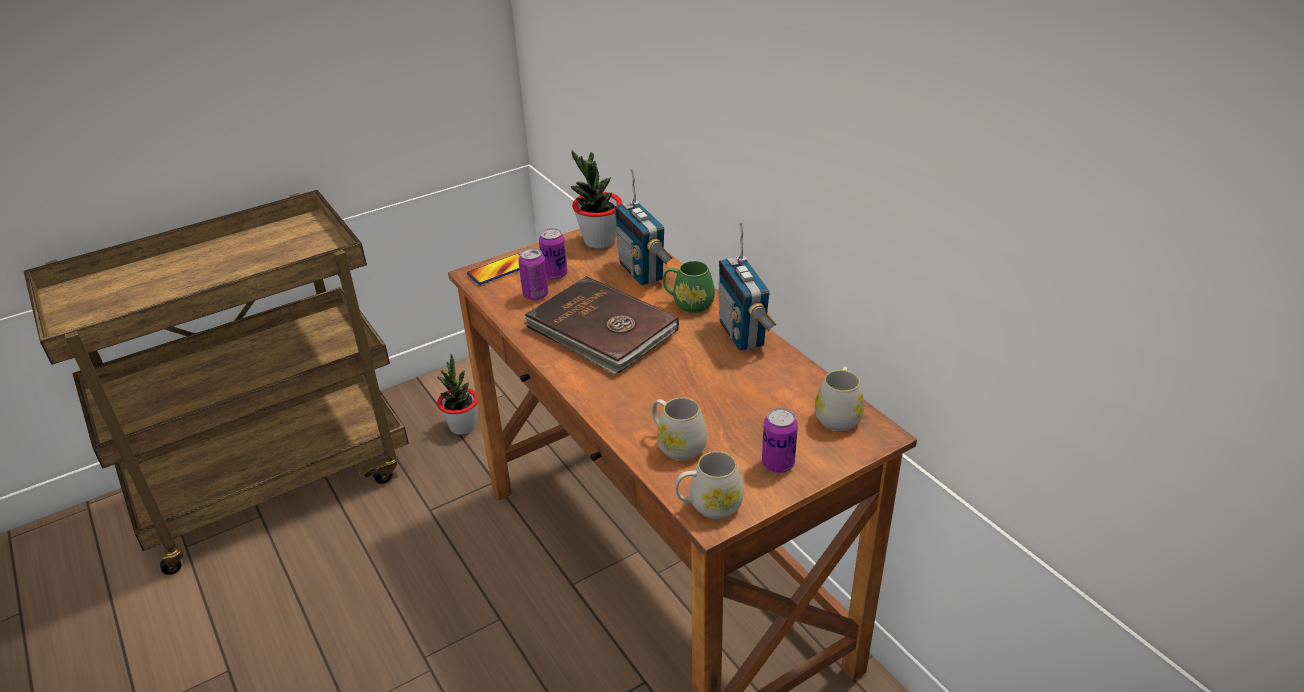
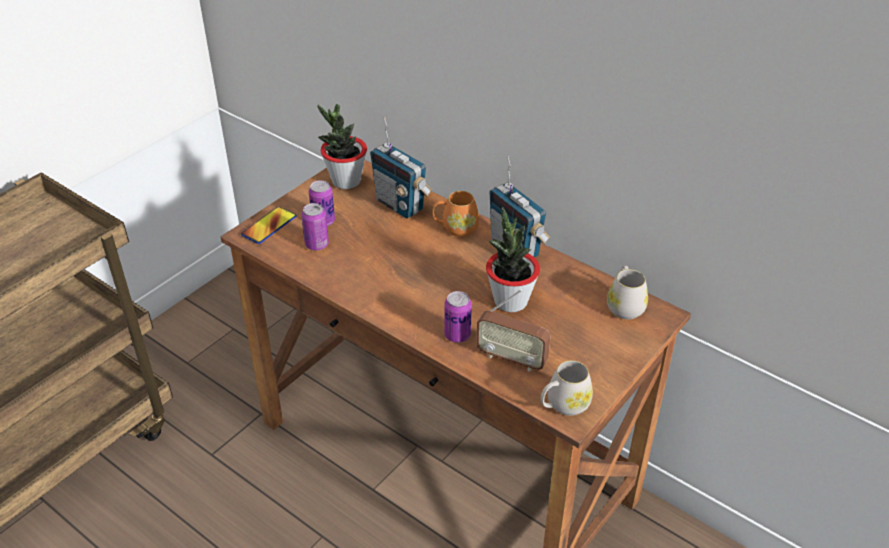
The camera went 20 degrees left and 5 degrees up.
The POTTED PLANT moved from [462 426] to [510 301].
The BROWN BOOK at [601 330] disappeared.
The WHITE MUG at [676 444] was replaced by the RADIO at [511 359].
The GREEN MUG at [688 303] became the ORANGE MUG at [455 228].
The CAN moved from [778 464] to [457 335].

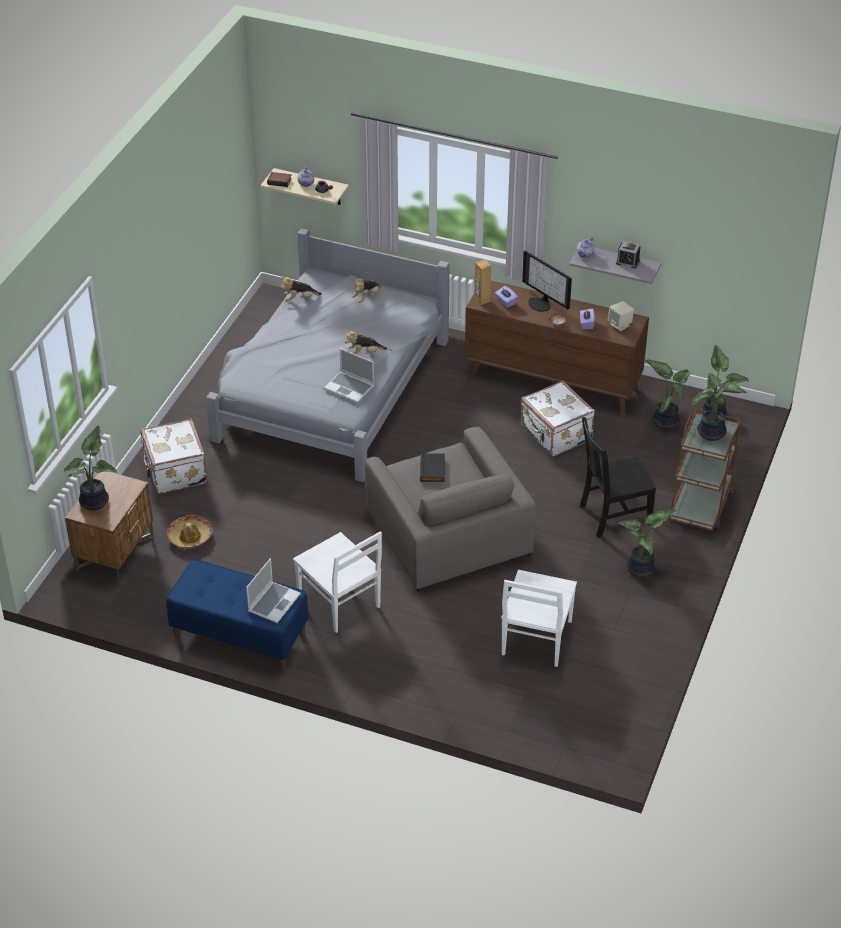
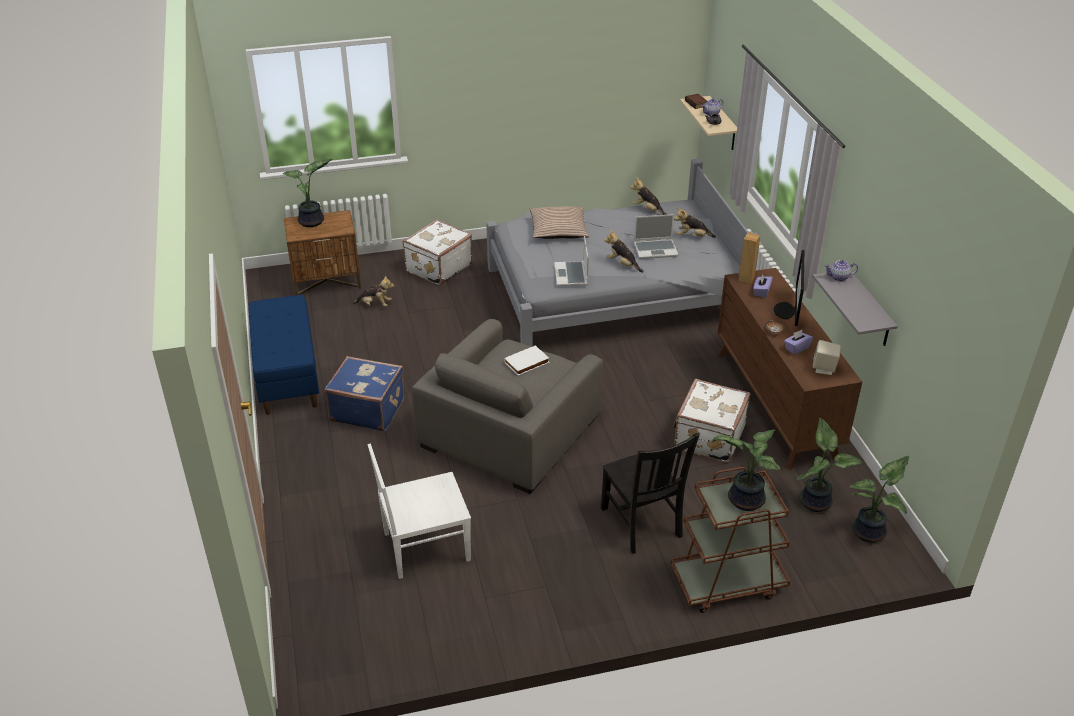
The camera went 55 degrees right and 5 degrees down.
The HAT at [190 536] was replaced by the PLUSH TOY at [375 304].
The LAPTOP moved from [274 602] to [656 249].
The WHITE CHAIR at [340 603] was replaced by the BLUE SUITCASE at [367 409].
The BLACK BOOK at [433 469] became the WHITE BOOK at [527 363].
The BLACK CHAIR at [612 515] turned 150 degrees counterclockwise.
The ALARM CLOCK at [628 262] disappeared.
The POTTED PLANT at [642 569] disappeared.
The PILLOW at [558 230] appeared.

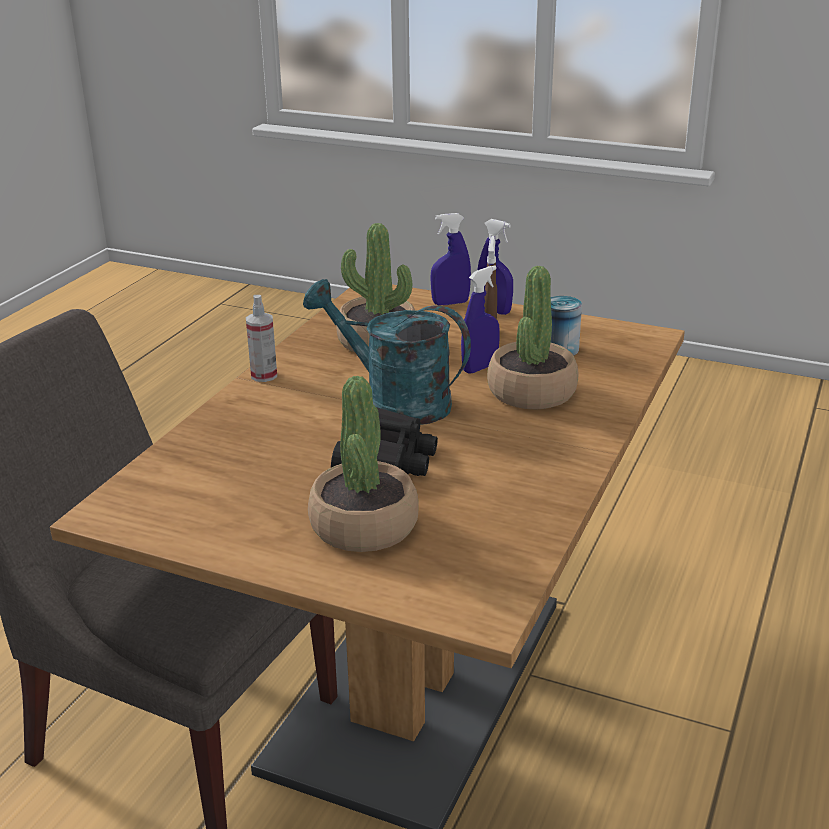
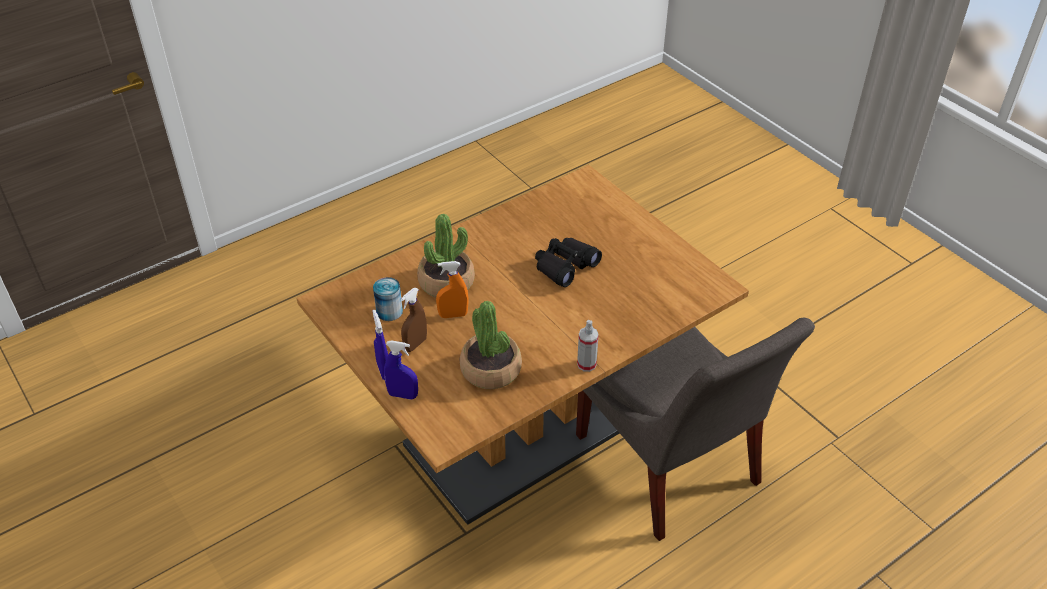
The camera went 150 degrees left and 15 degrees up.
The TURQUOISE WATERING CAN at [394 401] disappeared.
The POTTED PLANT at [364 526] disappeared.
The BLUE SPRAY BOTTLE at [480 368] became the ORANGE SPRAY BOTTLE at [453 315].

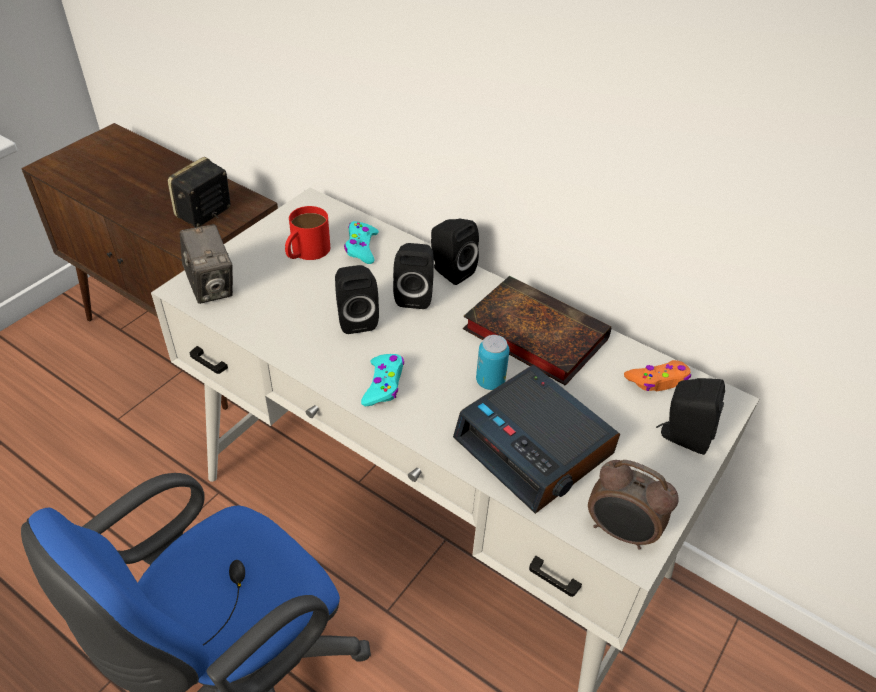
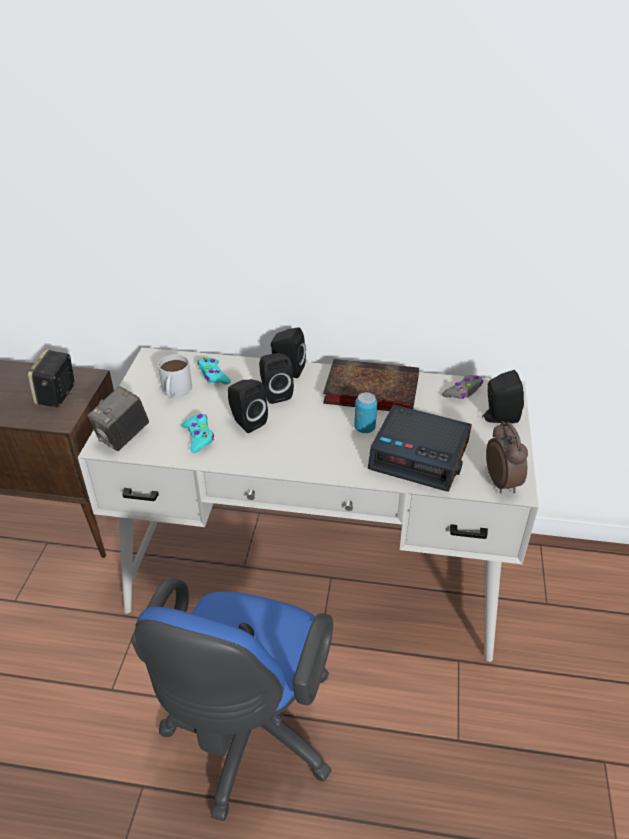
The camera went 25 degrees left and 5 degrees down.
The PHOTO CAMERA at [211 287] turned 90 degrees clockwise.
The RED MUG at [306 252] became the WHITE MUG at [175 391].
The TURQUOISE GAME CONTROLLER moved from [383 384] to [199 436].
The ALARM CLOCK at [620 532] turned 105 degrees counterclockwise.
The ORANGE GAME CONTROLLER at [658 380] became the GREY GAME CONTROLLER at [463 391].

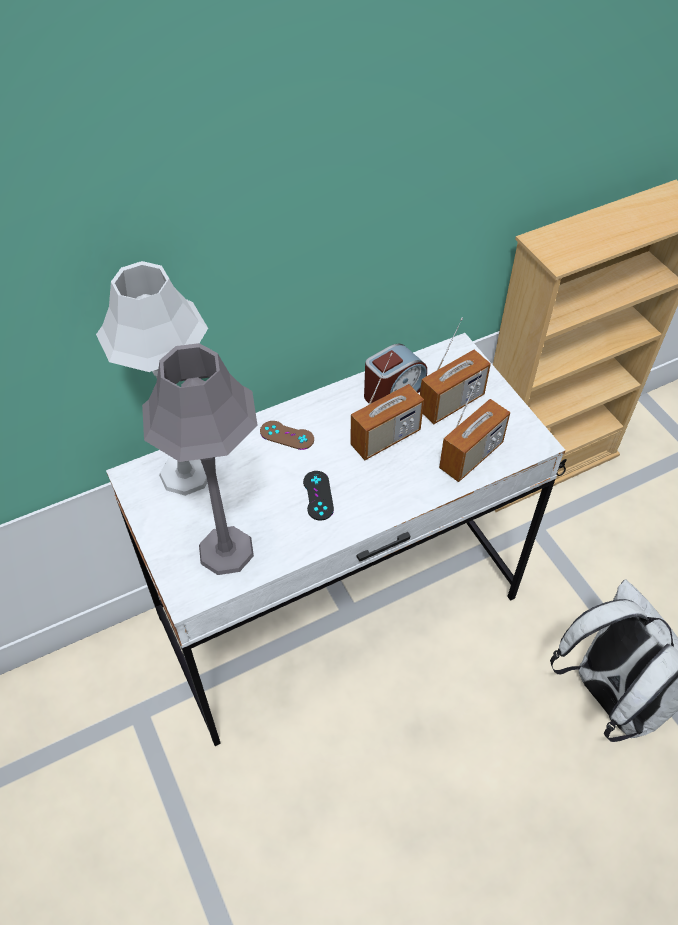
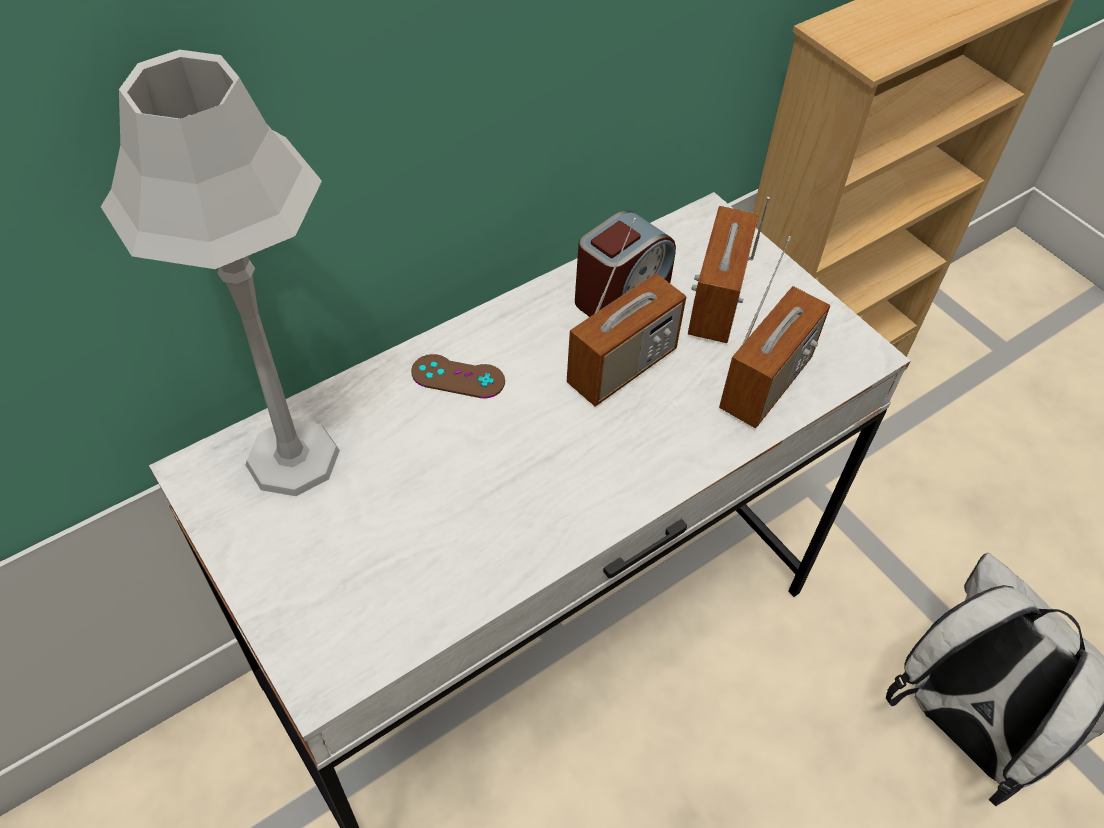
The camera went 10 degrees left and 0 degrees up.
The GREY TABLE LAMP at [226 550] disappeared.
The BLACK GAME CONTROLLER at [318 495] disappeared.
The RADIO at [451 403] turned 150 degrees clockwise.

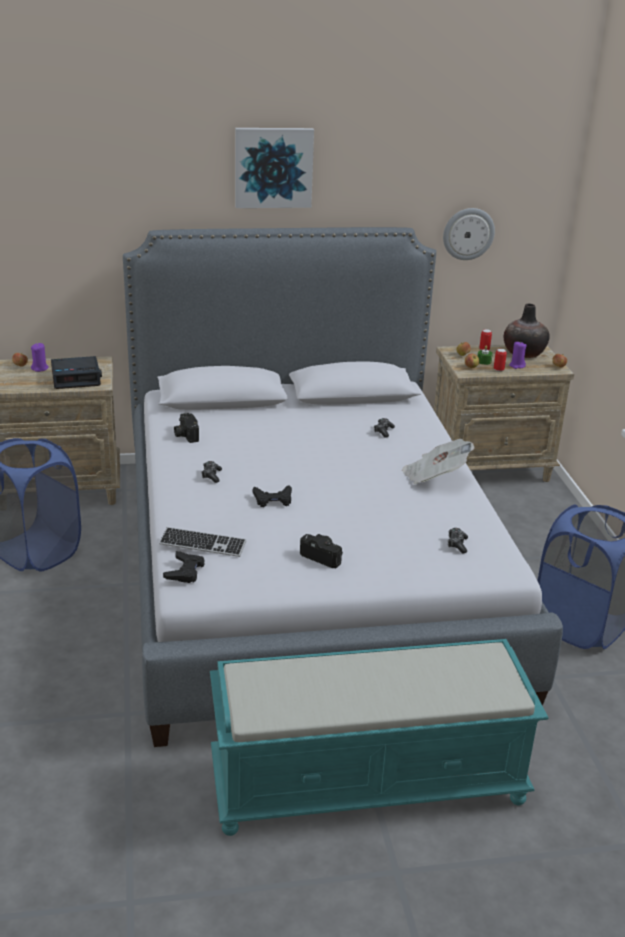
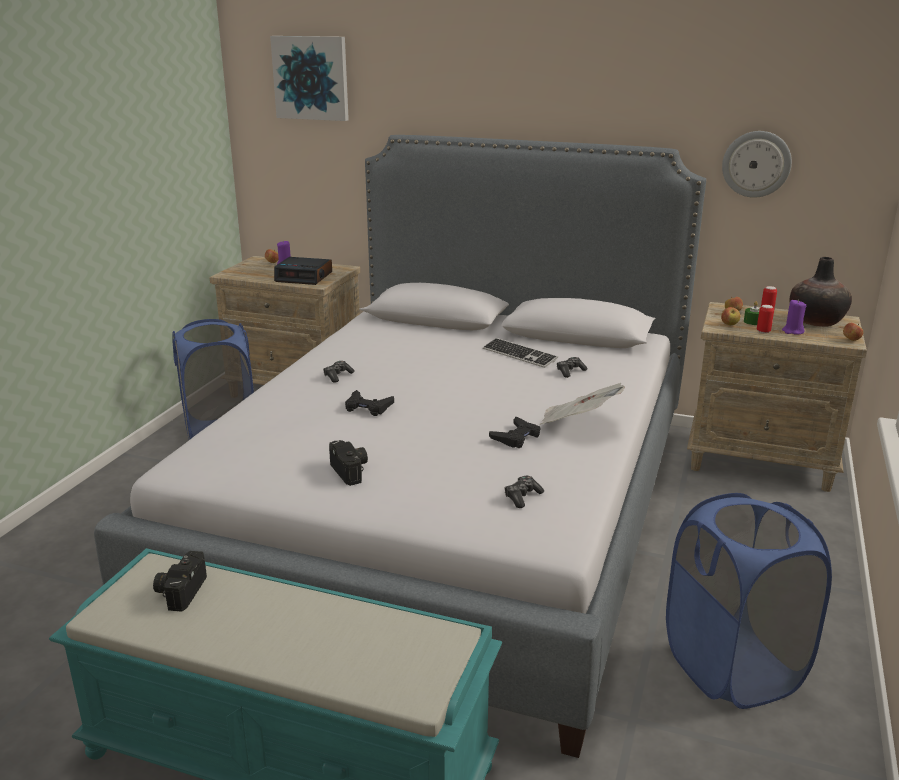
The camera went 30 degrees right and 5 degrees down.
The KEYBOARD moved from [203 544] to [519 355].
The BLACK GAME CONTROLLER moved from [185 571] to [516 437].
The PHOTO CAMERA moved from [185 435] to [180 590].
The PICTURE moved from [273 167] to [311 78].

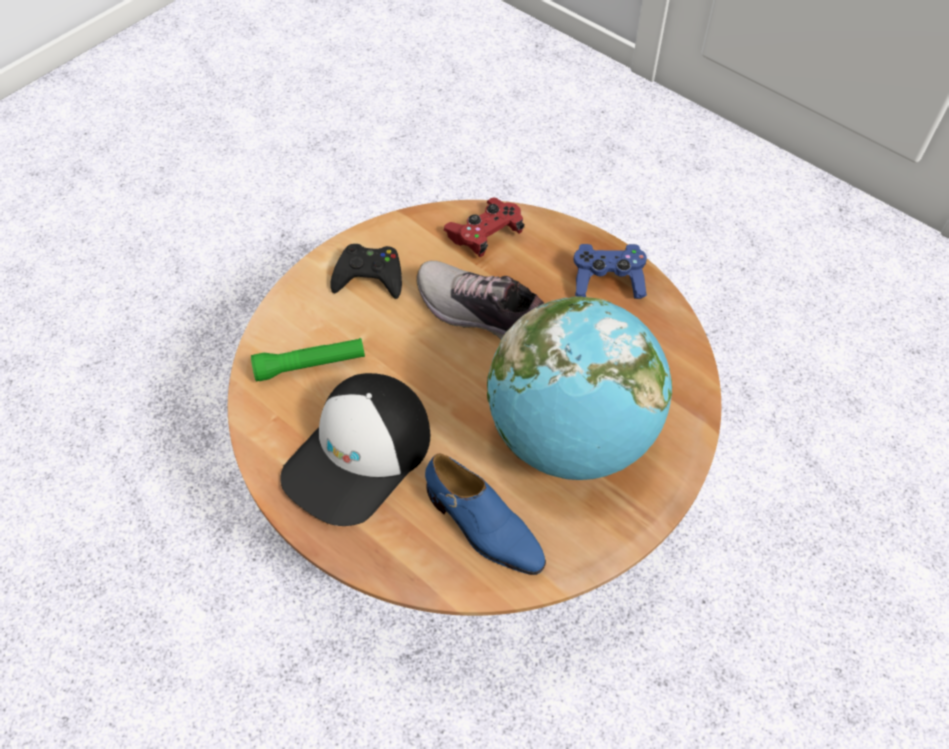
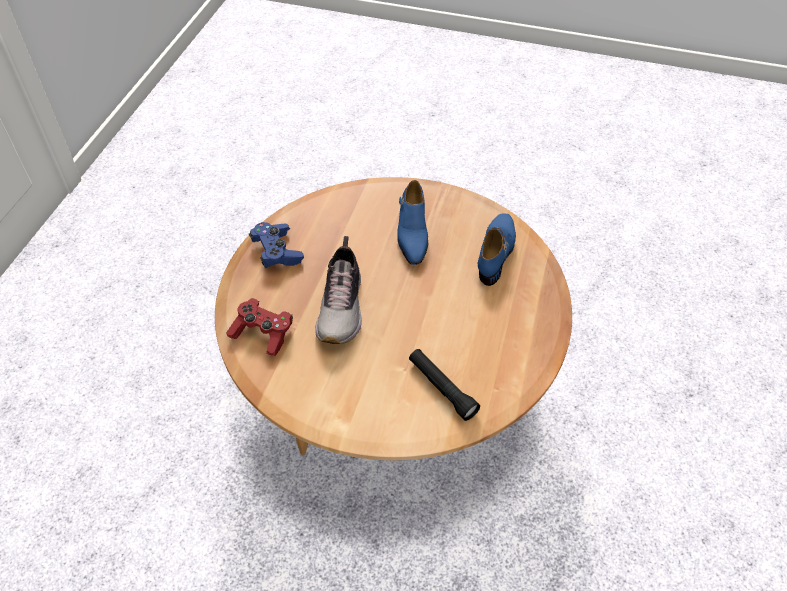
The camera went 115 degrees left and 5 degrees down.
The GREEN FLASHLIGHT at [310 365] became the BLACK FLASHLIGHT at [442 388].
The CAP at [359 456] disappeared.
The BLACK GAME CONTROLLER at [369 276] disappeared.
The GLOBE at [571 437] was replaced by the BLUE SHOE at [412 234].

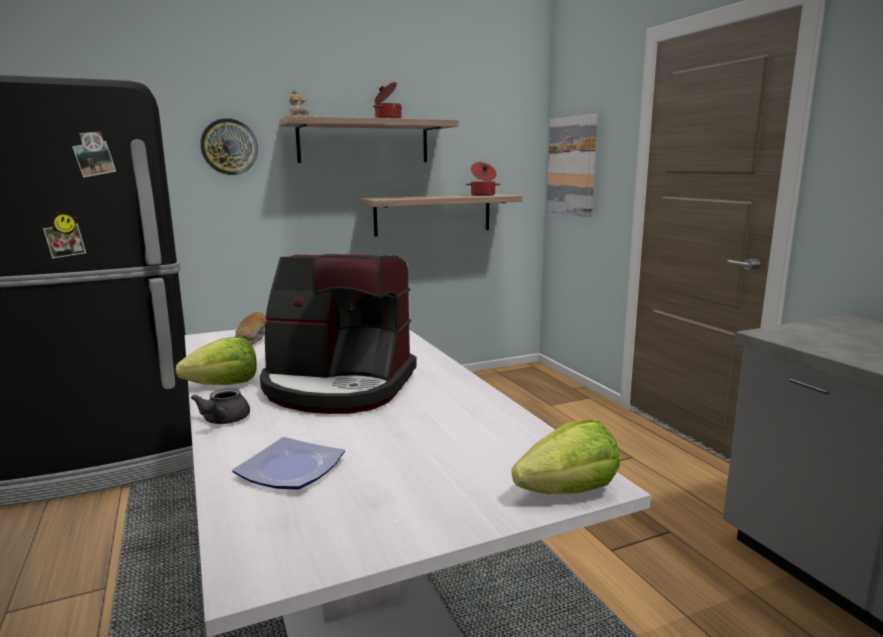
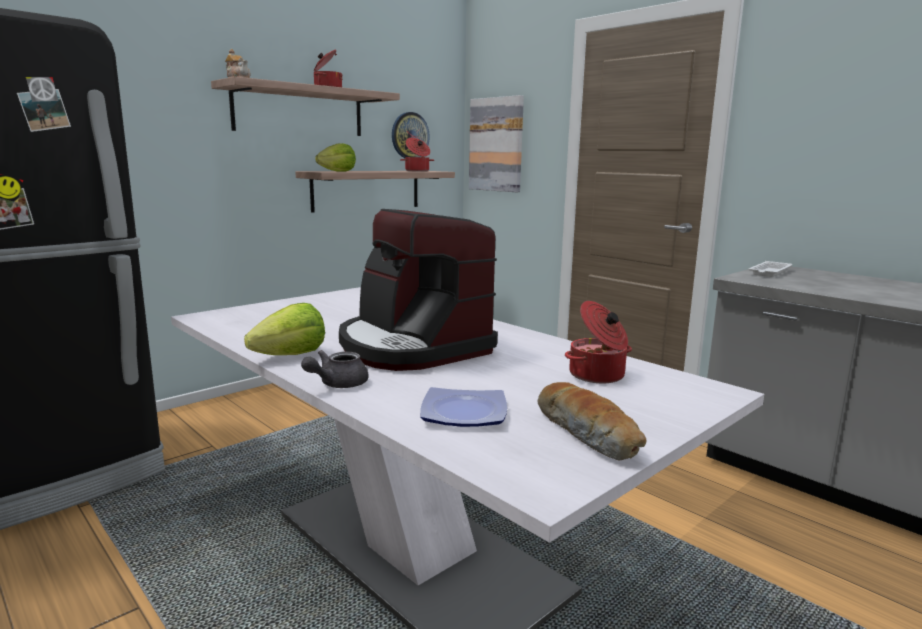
The camera went 20 degrees left and 0 degrees up.
The GREY TEAPOT at [223 421] turned 60 degrees clockwise.
The WALL CLOCK moved from [229 147] to [409 136].
The BREAD moved from [253 338] to [588 434].
The COFFEE MACHINE at [338 386] turned 60 degrees clockwise.
The LETTUCE moved from [568 491] to [338 171].
The COOKING POT at [597 375] appeared.
The WHITE TRAY at [769 272] appeared.

